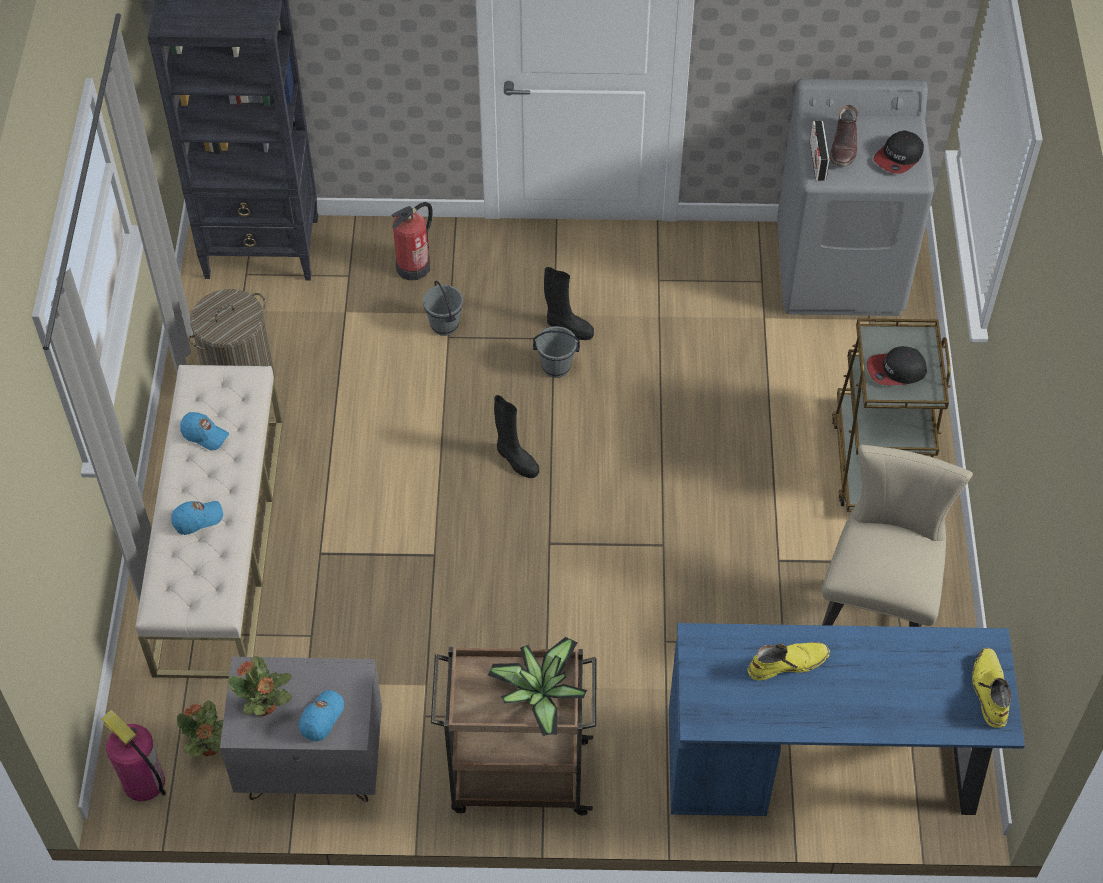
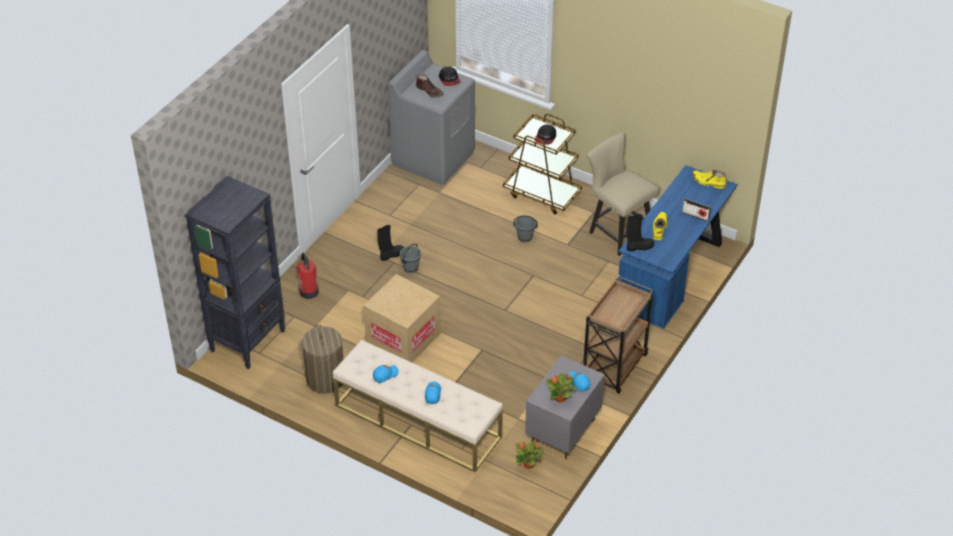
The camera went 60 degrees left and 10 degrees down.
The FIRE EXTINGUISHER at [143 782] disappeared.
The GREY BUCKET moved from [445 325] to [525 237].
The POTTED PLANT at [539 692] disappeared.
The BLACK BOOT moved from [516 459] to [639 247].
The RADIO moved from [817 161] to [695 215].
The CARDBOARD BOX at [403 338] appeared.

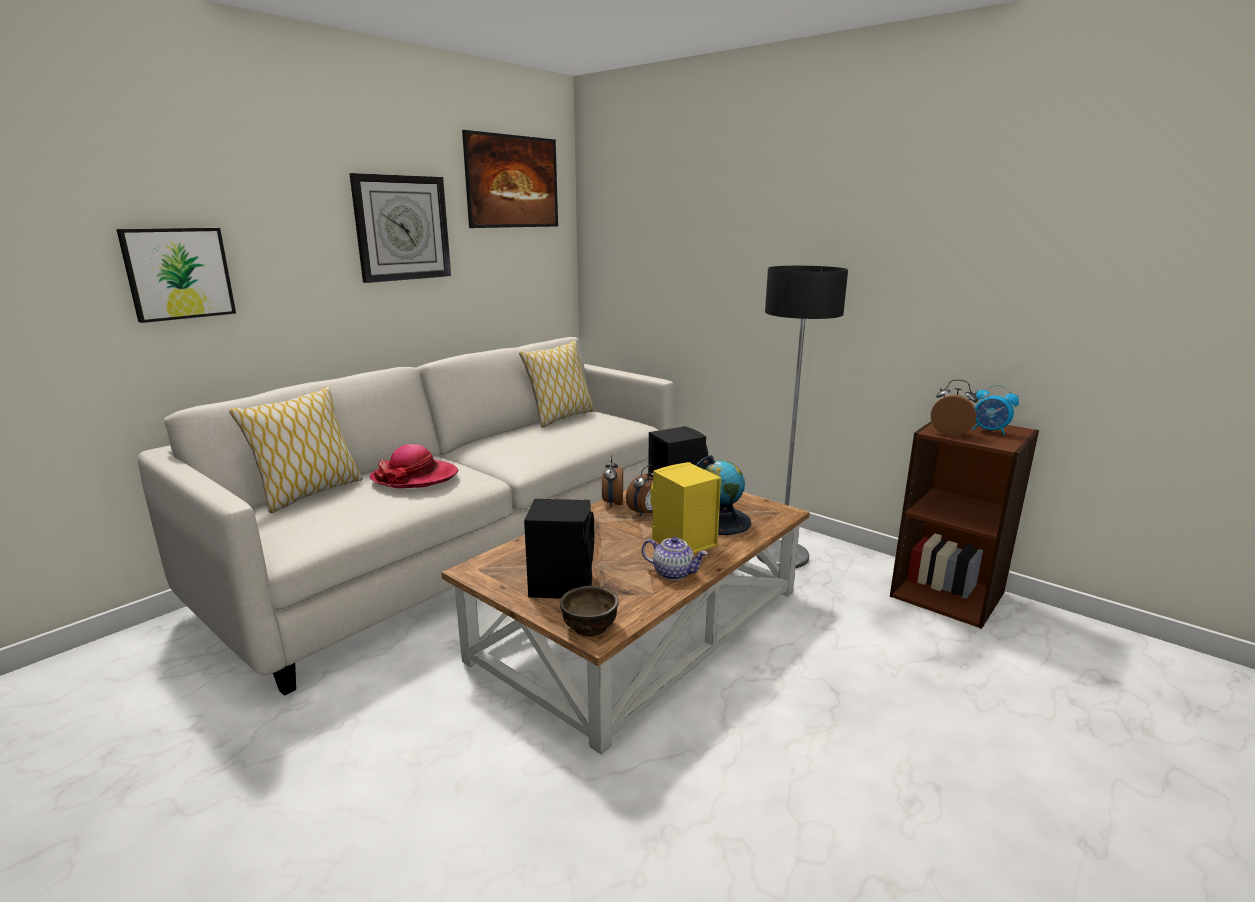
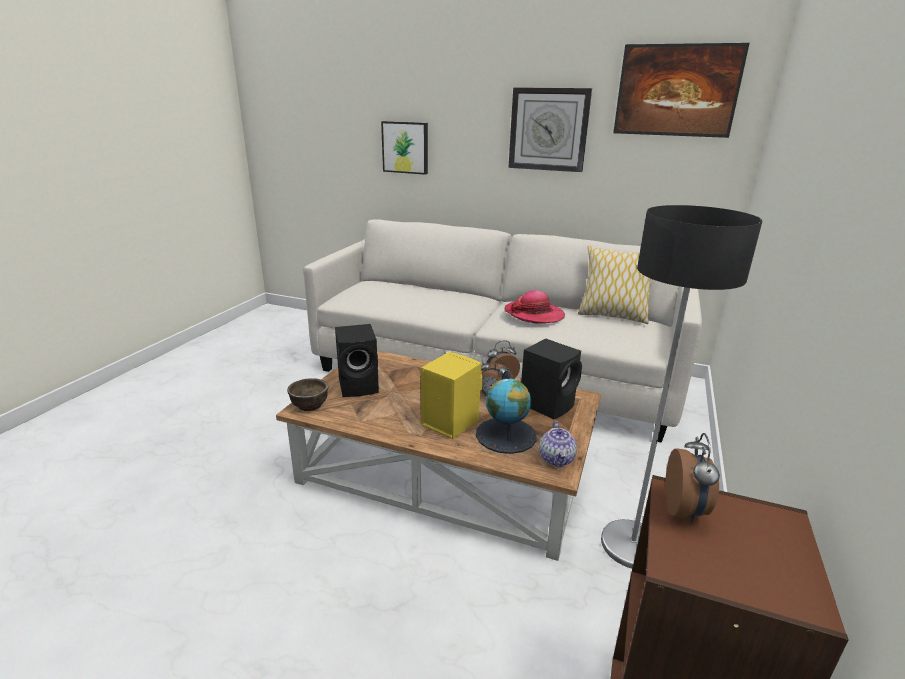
The camera went 70 degrees right and 5 degrees up.
The PILLOW at [309 493] disappeared.
The HAT moved from [415 477] to [534 314].
The TEAPOT moved from [674 573] to [557 459].
The ALARM CLOCK at [989 431] disappeared.

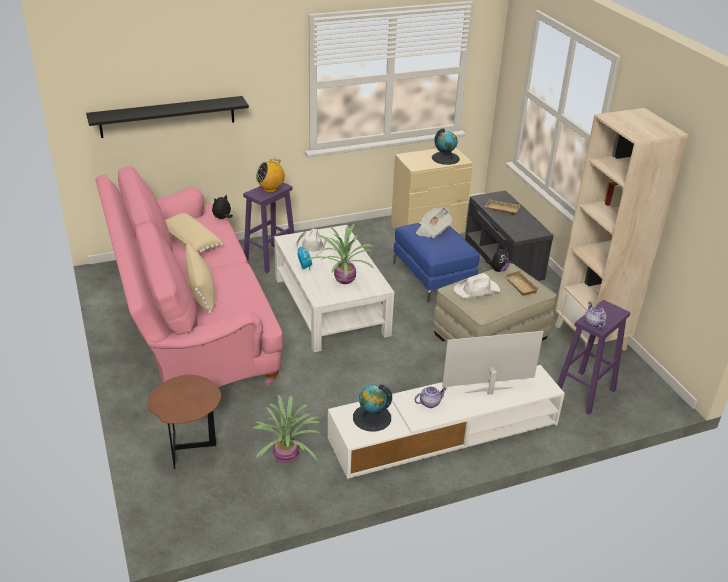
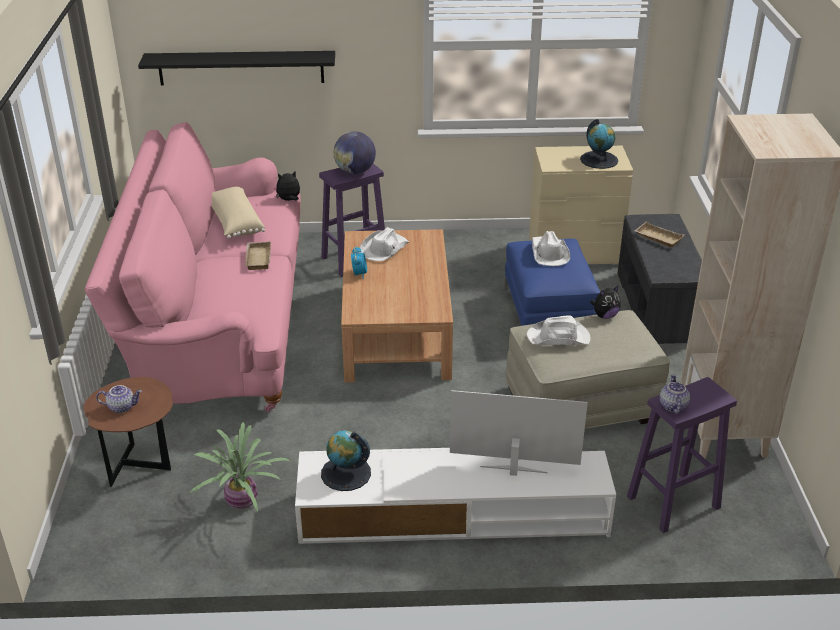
The camera went 20 degrees right and 0 degrees up.
The BEIGE PILLOW at [201 291] disappeared.
The RADIO at [271 189] was replaced by the GLOBE at [355 171].
The WHITE COFFEE TABLE at [330 305] became the BROWN COFFEE TABLE at [396 329].
The POTTED PLANT at [343 280] disappeared.
The TEAPOT moved from [429 403] to [122 407].
The NEWSPAPER at [432 231] was replaced by the WHITE HAT at [549 253].
The BEIGE TRAY moved from [519 285] to [257 258].

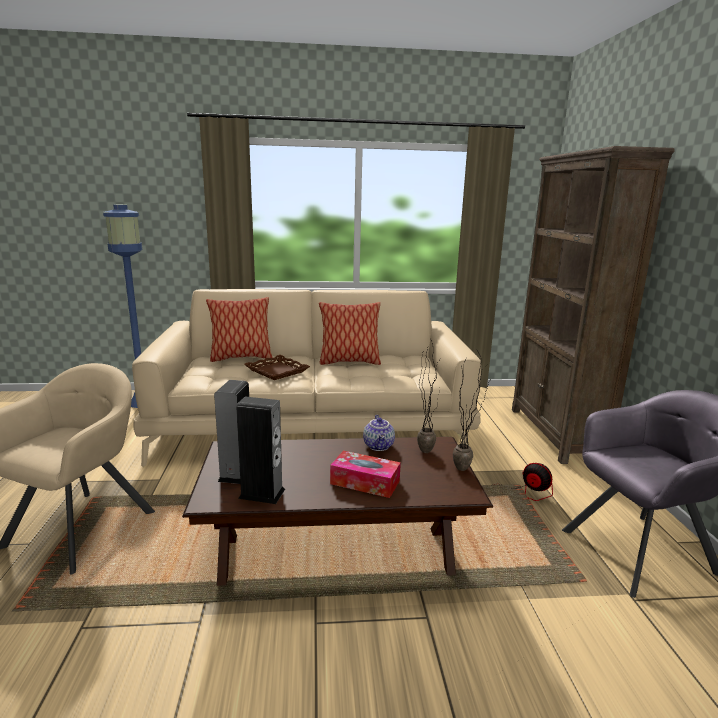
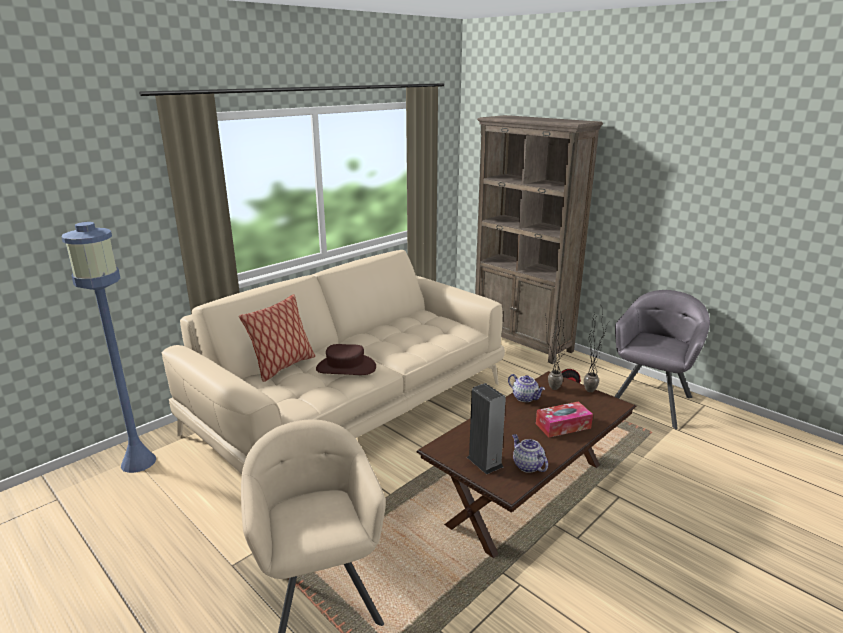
The camera went 40 degrees left and 5 degrees up.
The SPEAKER at [262 494] was replaced by the TEAPOT at [527 465].
The BROWN TRAY at [276 371] was replaced by the BROWN HAT at [346 368].
The PILLOW at [349 362] disappeared.

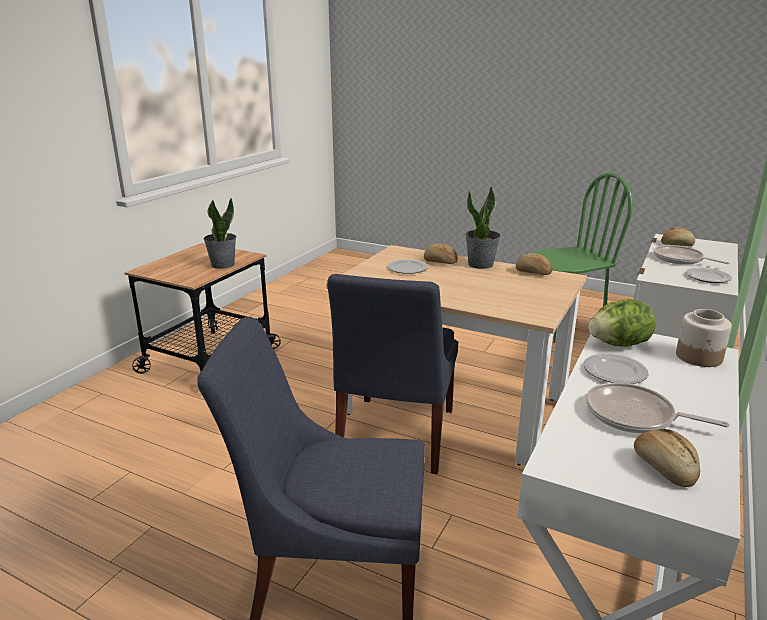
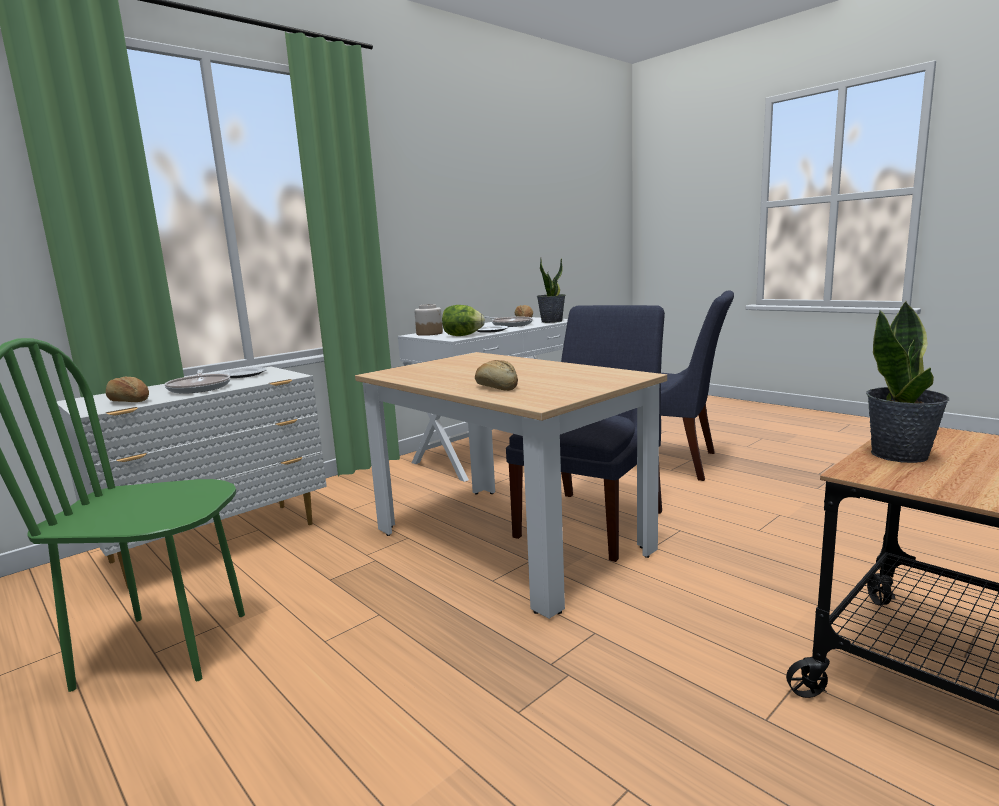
The camera went 160 degrees left and 10 degrees down.
The PLATE at [407 268] disappeared.
The POTTED PLANT moved from [481 264] to [551 321].
The BREAD at [532 273] disappeared.

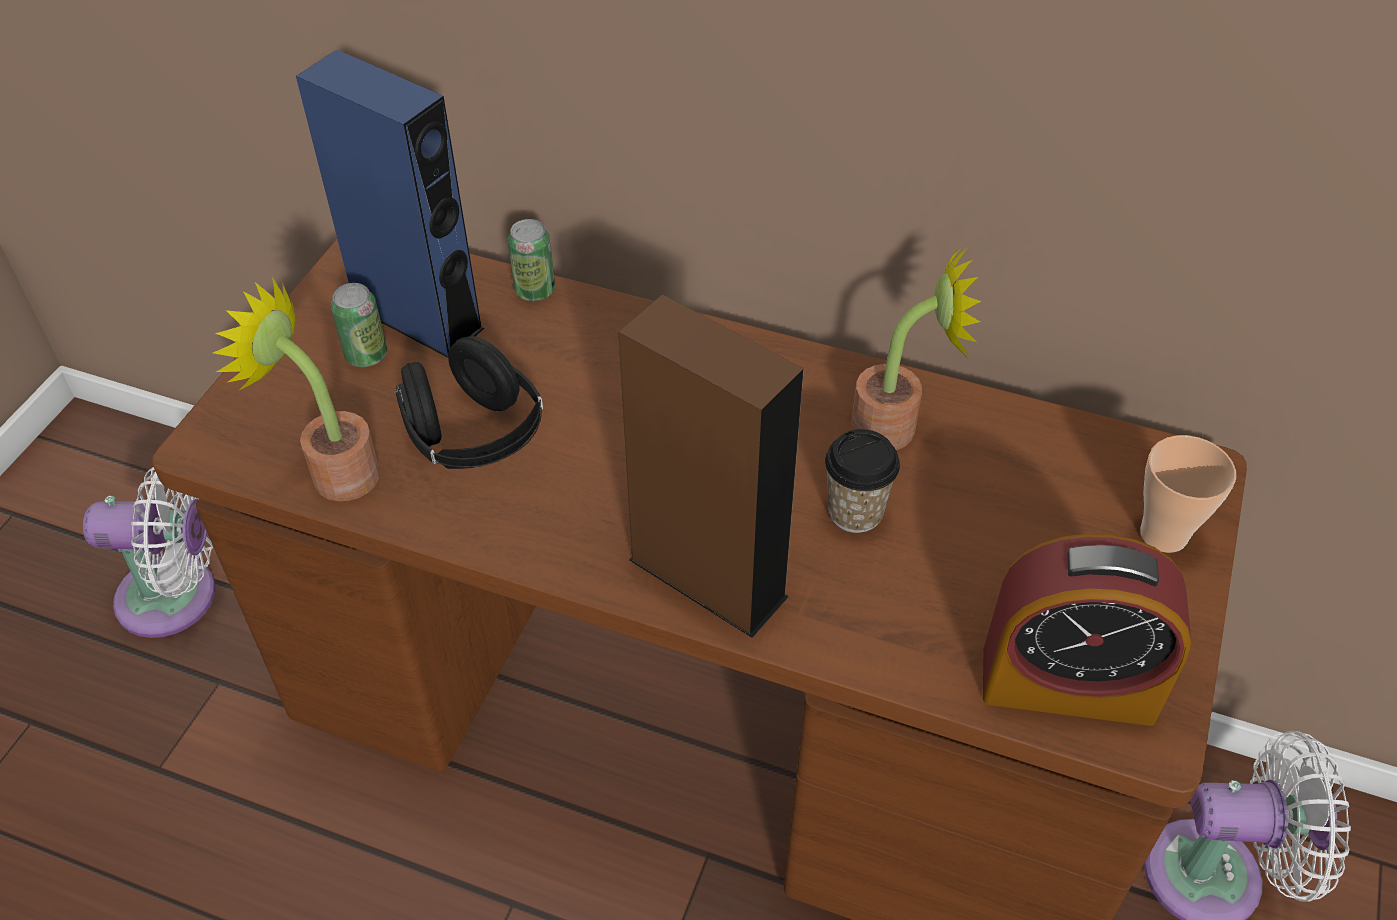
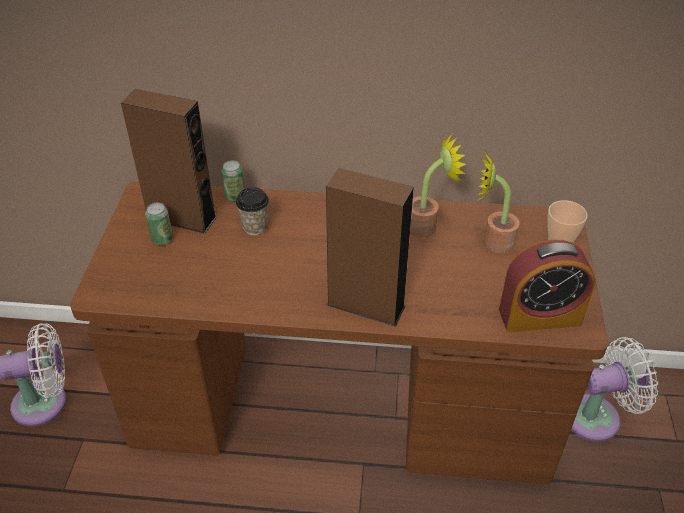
The camera went 15 degrees left and 5 degrees down.
The POTTED PLANT moved from [334 471] to [492 241].
The BLUE SPEAKER at [418 317] became the BROWN SPEAKER at [181 218].
The BLACK HEADPHONES at [474 436] disappeared.
The CUP moved from [855 512] to [255 227].

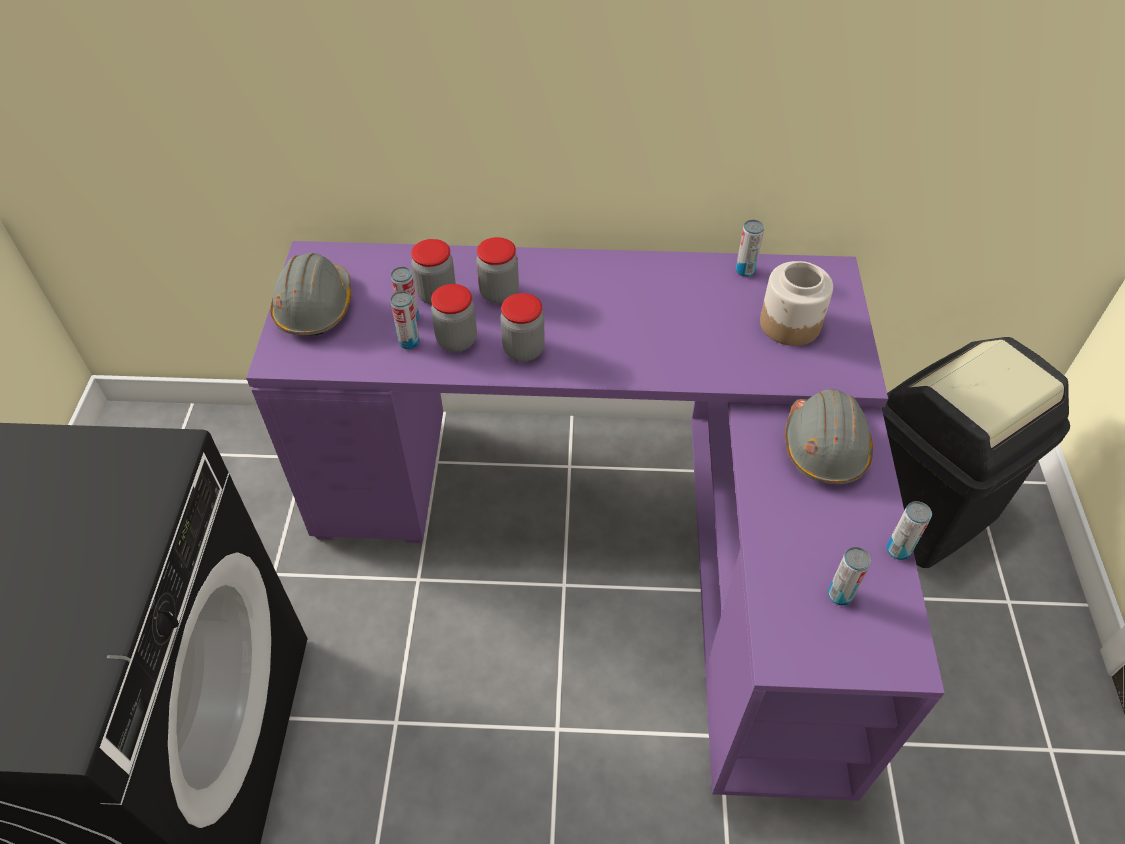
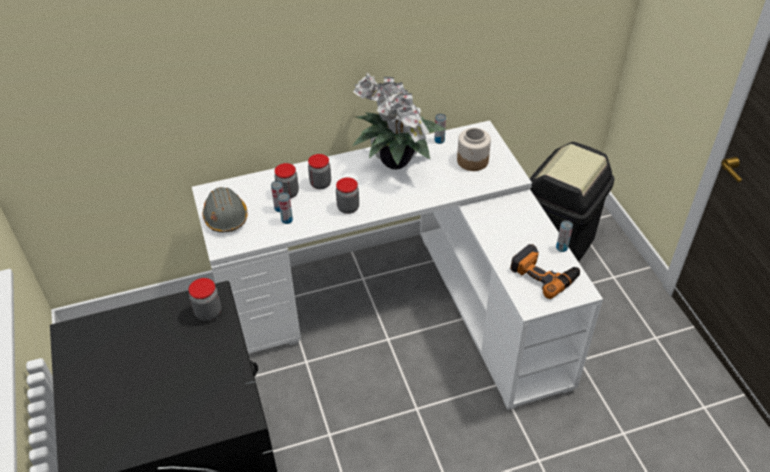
The camera went 20 degrees left and 5 degrees down.
The PURPLE DESK at [616 530] became the WHITE DESK at [403 303].
The JAR moved from [456 340] to [208 312].
The GREY HARD HAT at [824 446] disappeared.
The CAN at [840 595] was replaced by the POWER DRILL at [544 274].
The POTTED PLANT at [396 164] appeared.

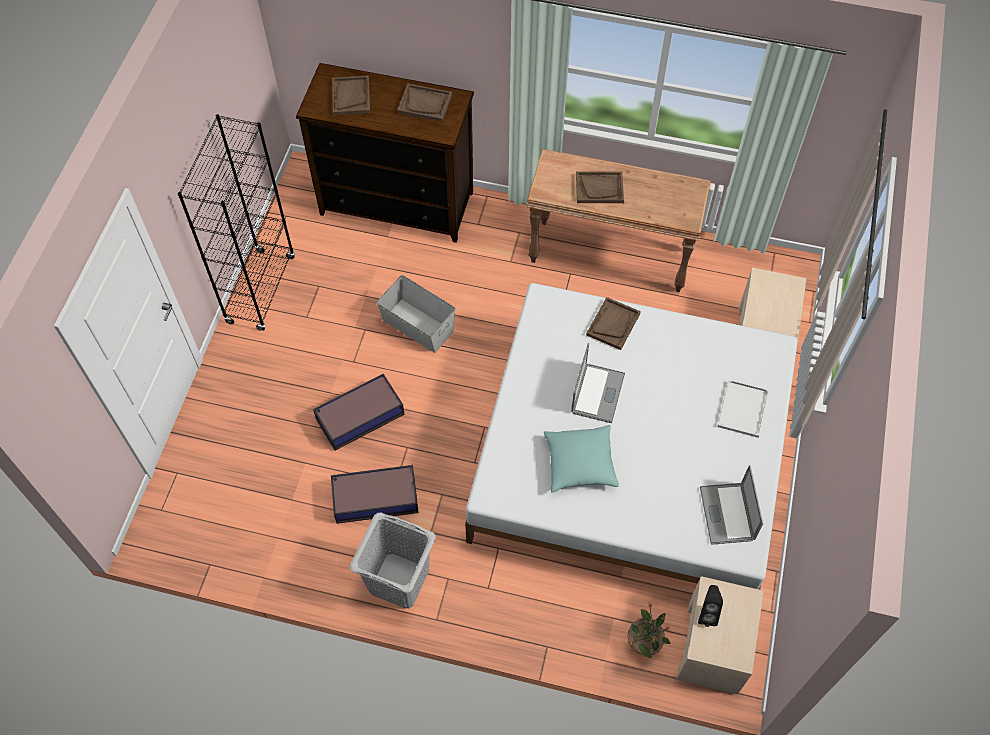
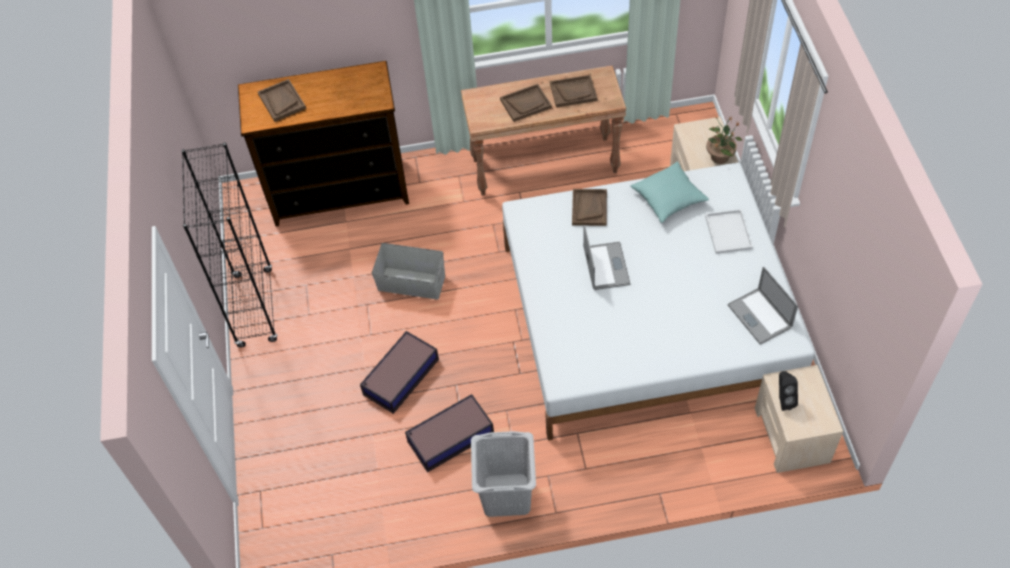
The camera went 20 degrees left and 5 degrees down.
The BROWN TRAY moved from [425 104] to [573 92].
The TURQUOISE PILLOW moved from [580 463] to [668 198].
The POTTED PLANT moved from [644 641] to [720 156].

